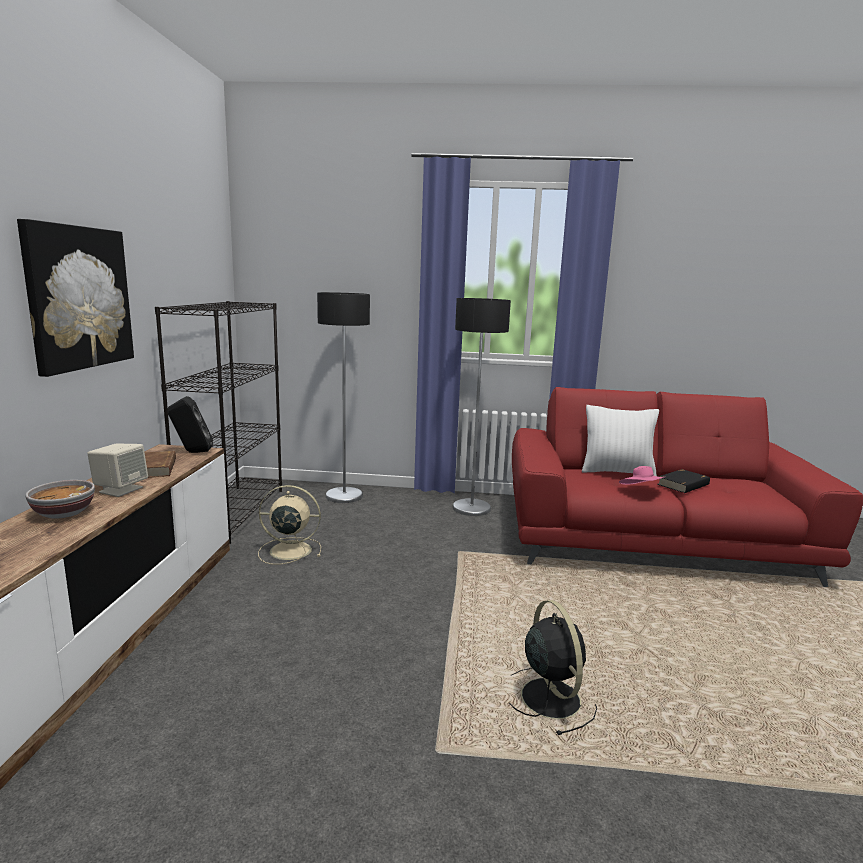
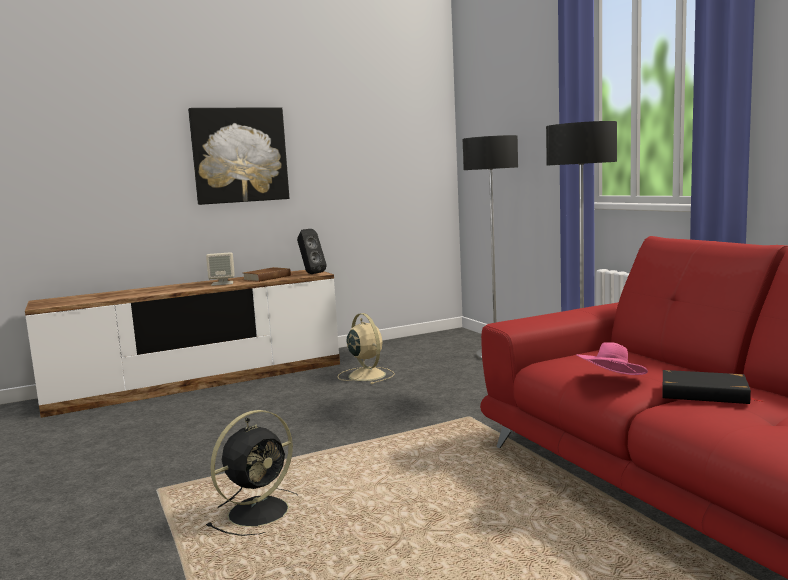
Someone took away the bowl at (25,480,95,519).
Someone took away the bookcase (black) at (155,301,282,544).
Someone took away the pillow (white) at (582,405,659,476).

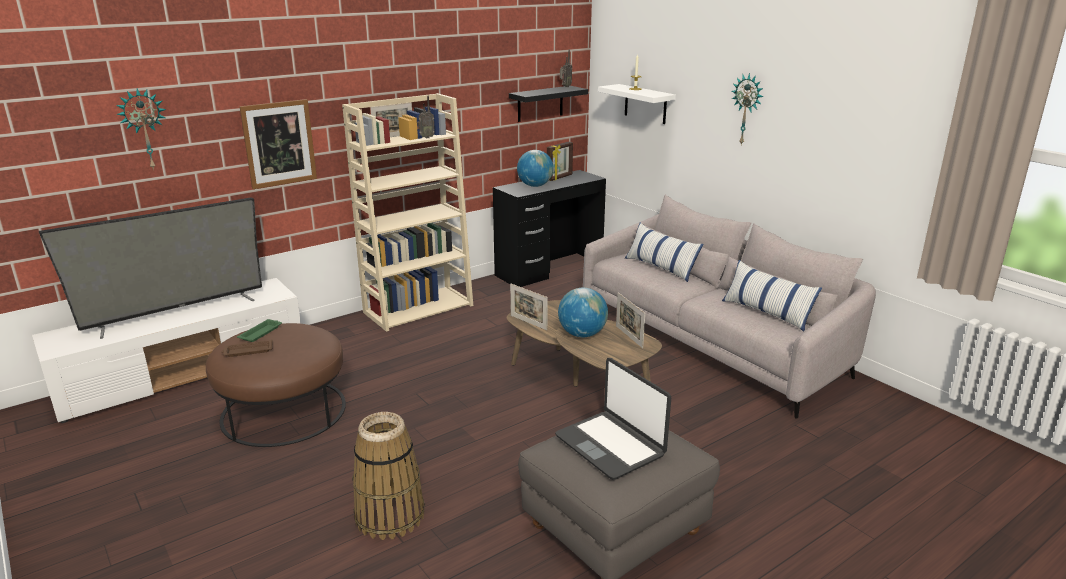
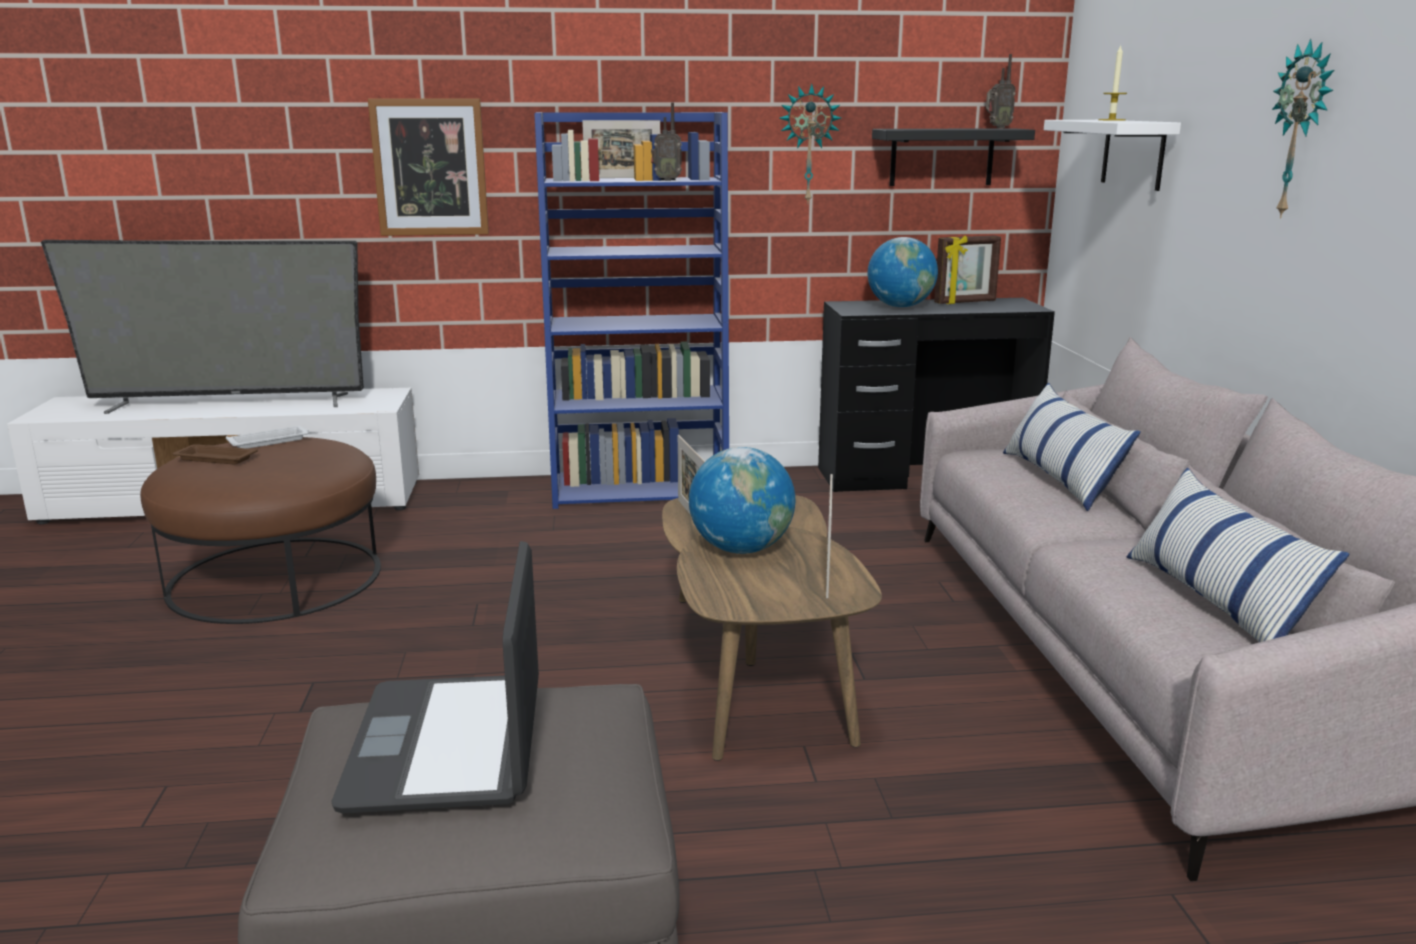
Someone repainted the tray (green) at (237,319,282,342), which became the tray (white) at (226,426,309,449).
Someone repainted the bookcase (beige) at (342,93,473,332), which became the bookcase (blue) at (534,112,729,509).
Someone carried the wall clock from (116,89,166,171) to (779,84,841,205).
Someone took away the basket at (352,412,425,540).

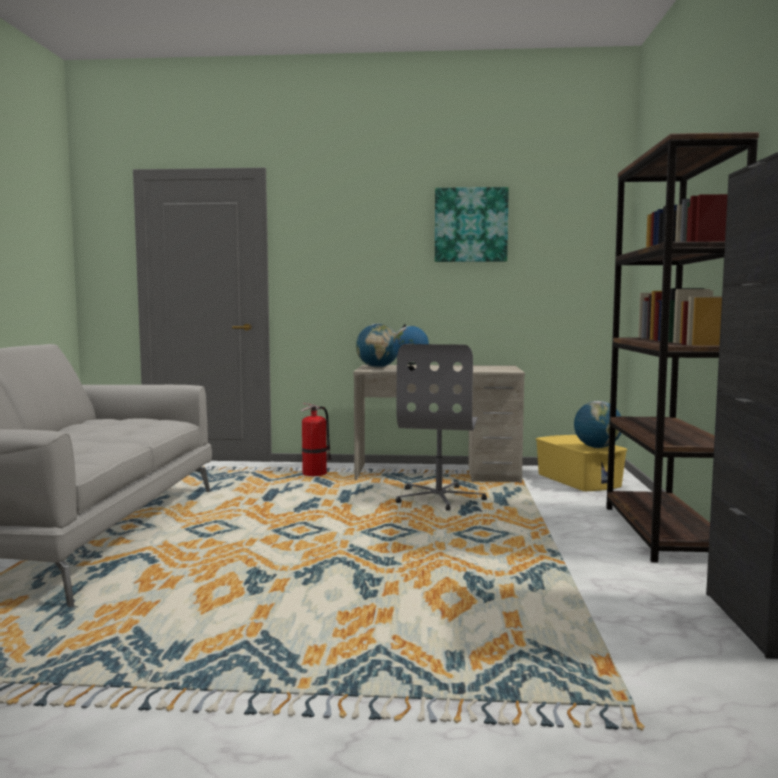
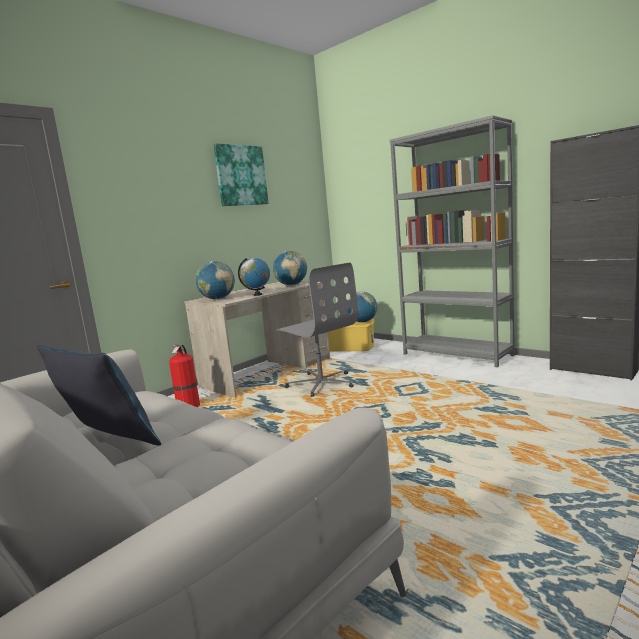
Someone put down the pillow (blue) at (37,345,161,446).
Someone put down the globe at (273,251,307,285).
Someone repainted the bookcase (brown) at (606,132,759,563), which became the bookcase (grey) at (390,115,515,367).

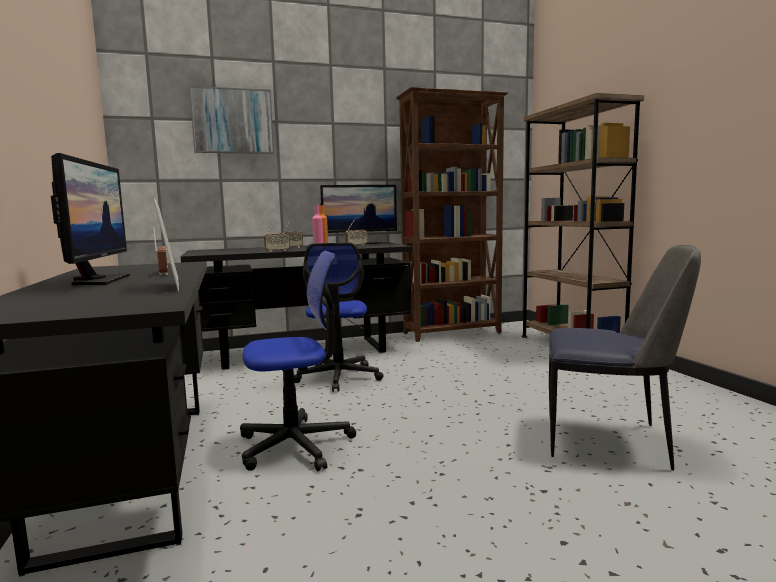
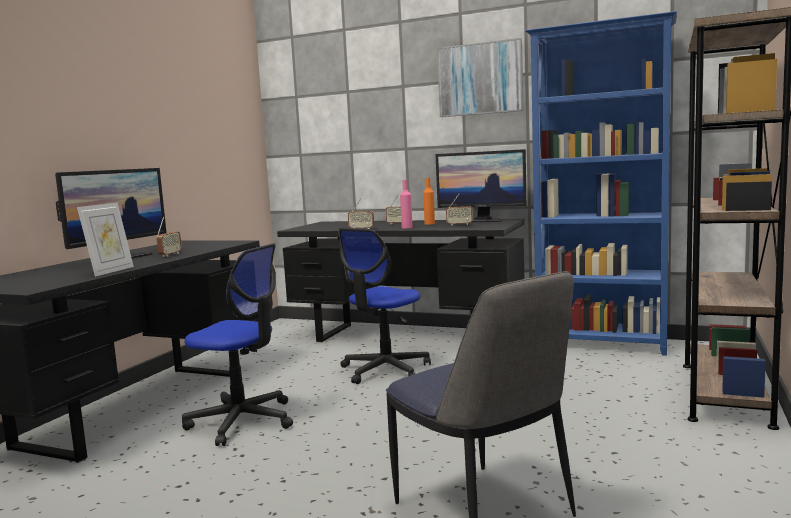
Someone carried the picture from (189,86,274,154) to (437,38,523,117).
Someone repainted the bookcase (brown) at (396,87,509,342), which became the bookcase (blue) at (525,11,677,356).

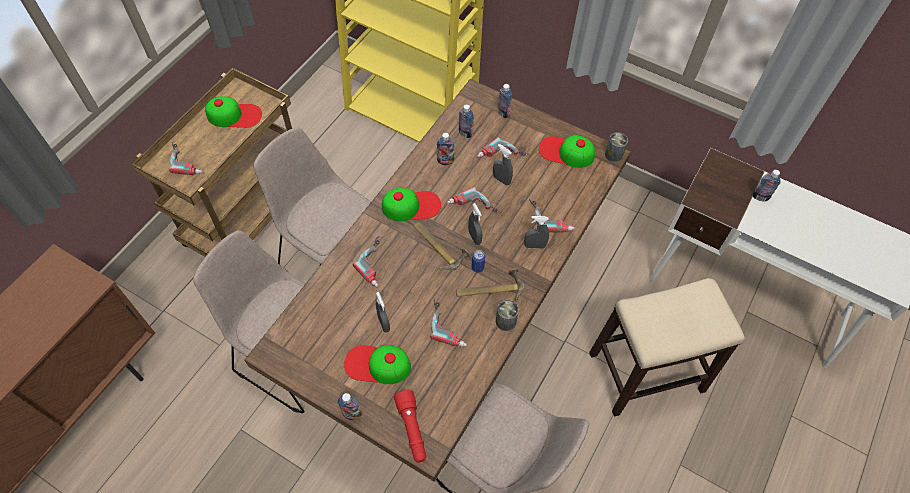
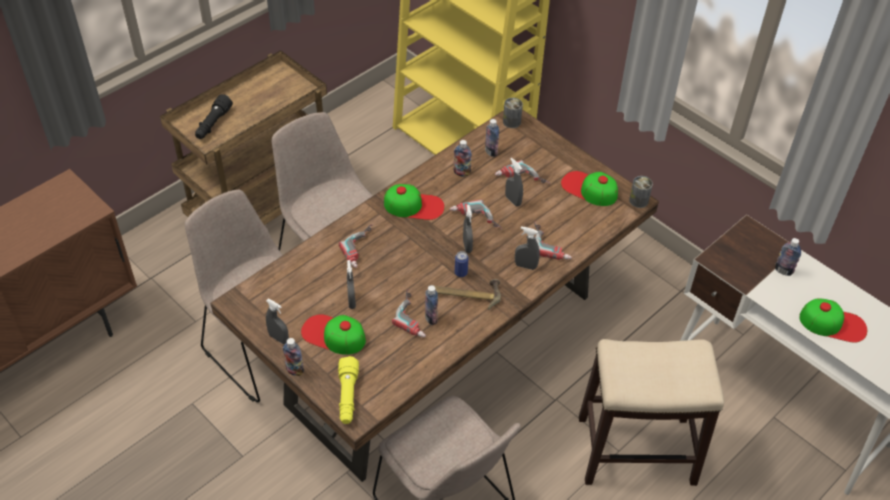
Someone swapped the power drill at (169,141,203,175) for the flashlight (black) at (195,95,233,139).
Someone put down the spray bottle (grey) at (266,299,289,344).
Someone repainted the flashlight (red) at (394,389,426,463), which became the flashlight (yellow) at (338,356,359,424).
Someone carried the bottle from (498,84,512,118) to (425,285,438,325).
Someone carried the can from (496,300,519,331) to (503,98,523,128).
Someone carried the cap from (205,96,262,128) to (799,298,867,343).
Someone took away the hammer at (414,222,470,270).

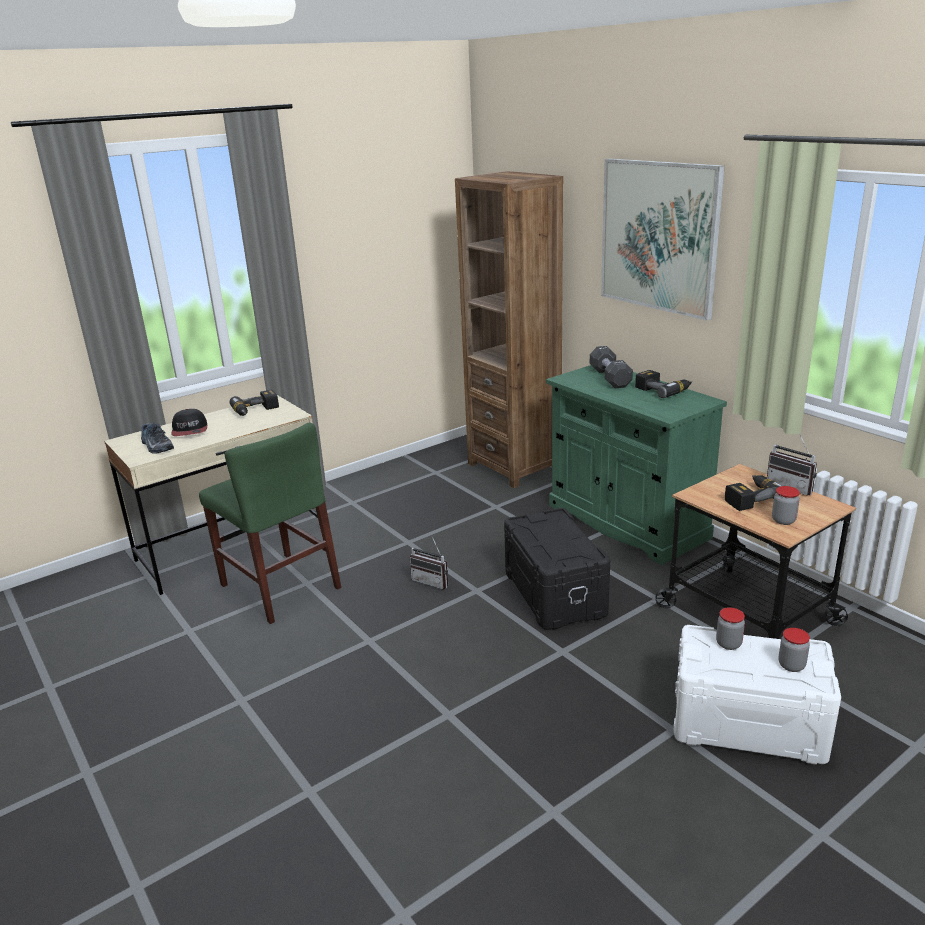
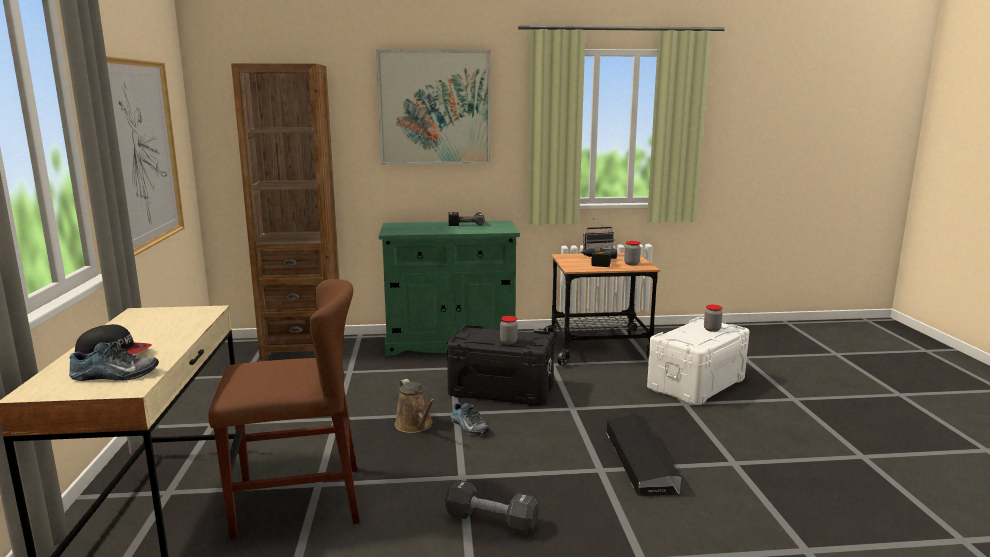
Someone put up the picture at (106,56,185,256).
Someone repainted the chair (green) at (199,422,341,624), which became the chair (brown) at (208,279,360,539).
Someone swapped the radio at (409,537,448,590) for the watering can (brown) at (395,379,435,433).
Someone carried the dumbbell (black) from (590,346,633,388) to (445,479,539,534).
Someone put down the shoe at (451,403,490,435).
Someone carried the jar from (716,607,745,650) to (500,316,518,344).
Someone put down the storage box (black) at (606,415,681,496).
Someone took away the power drill at (229,389,279,416).

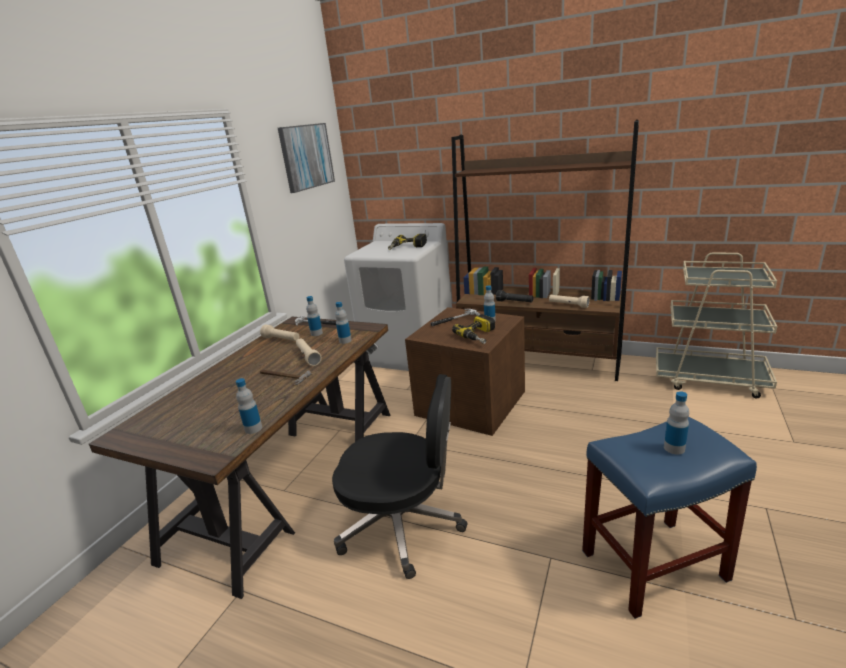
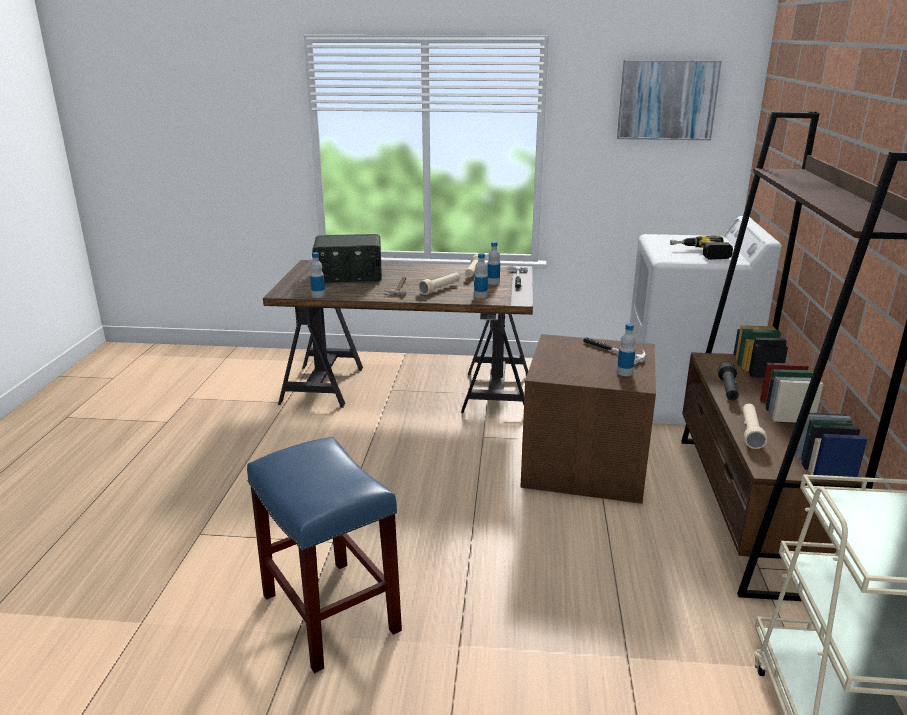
Someone put down the radio at (312,234,382,284).
Someone took away the office chair (black) at (332,374,468,579).
Someone took away the power drill at (452,314,495,344).
Someone took away the bottle at (664,391,689,455).

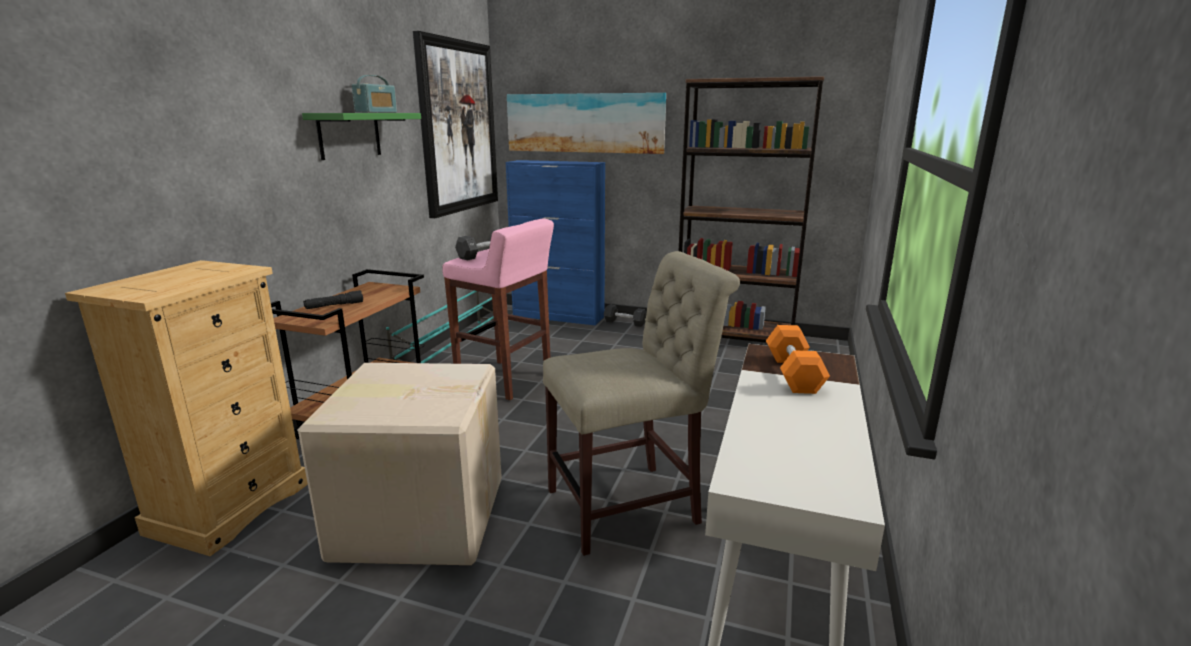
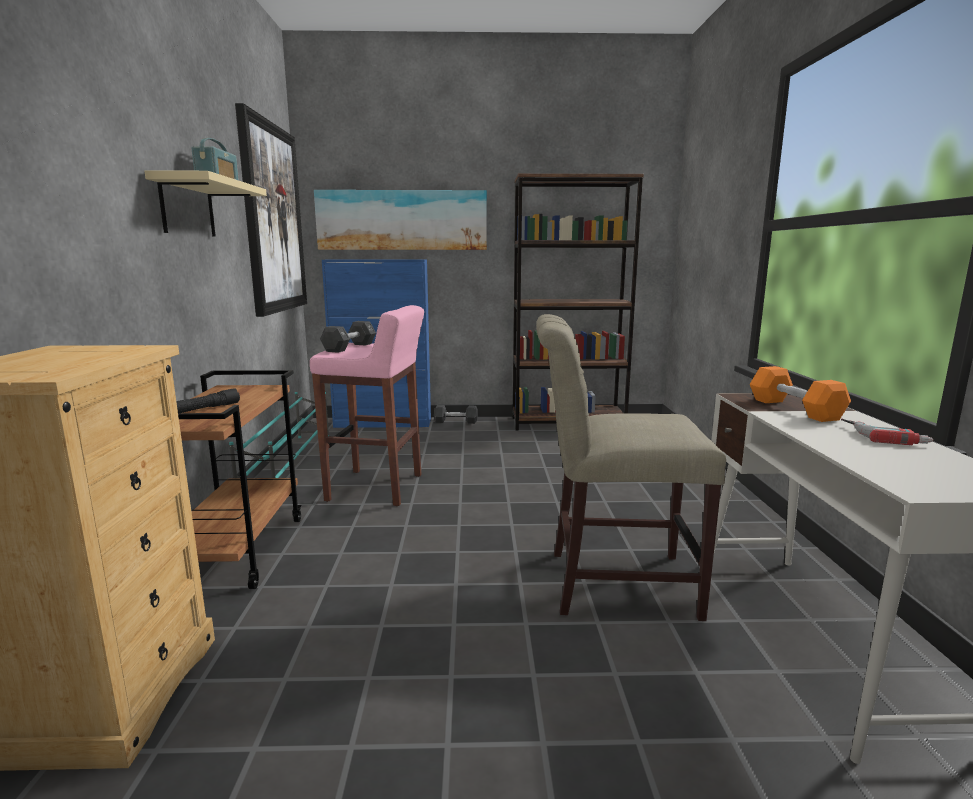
Someone repainted the shelf (green) at (302,113,421,160), which became the shelf (beige) at (145,170,267,237).
Someone rotated the chair (beige) at (543,251,740,556) by 135 degrees counterclockwise.
Someone put down the power drill at (841,419,933,445).
Someone took away the cardboard box at (298,363,502,565).

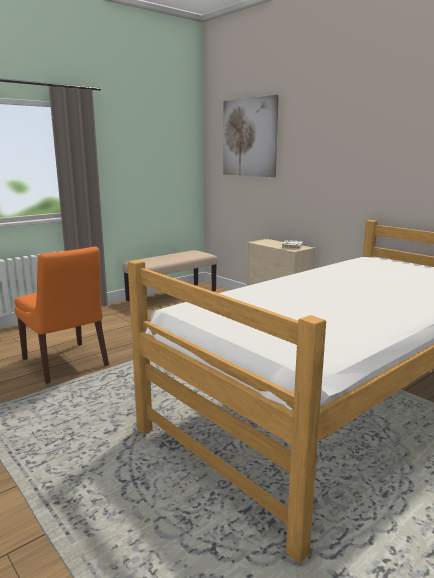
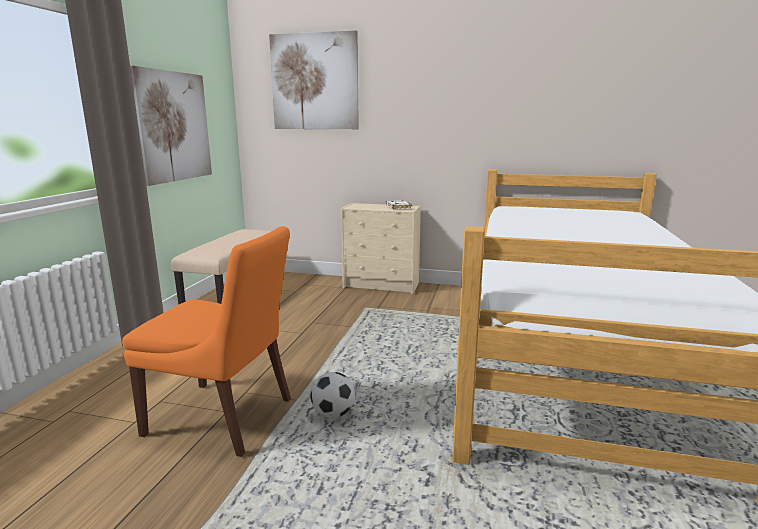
Someone put up the picture at (130,65,212,186).
Someone put down the football at (310,372,355,418).

